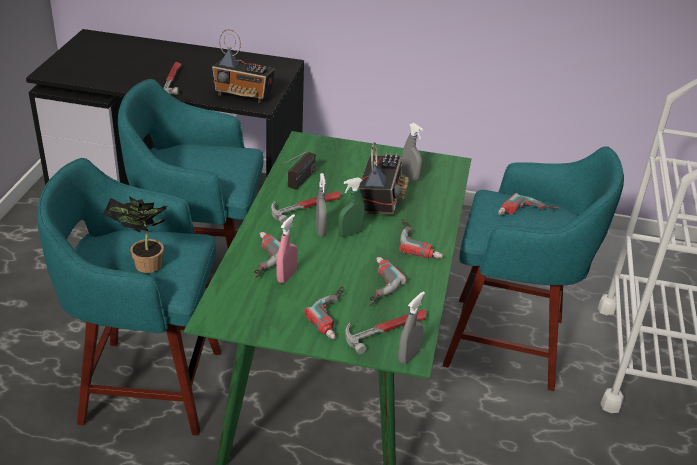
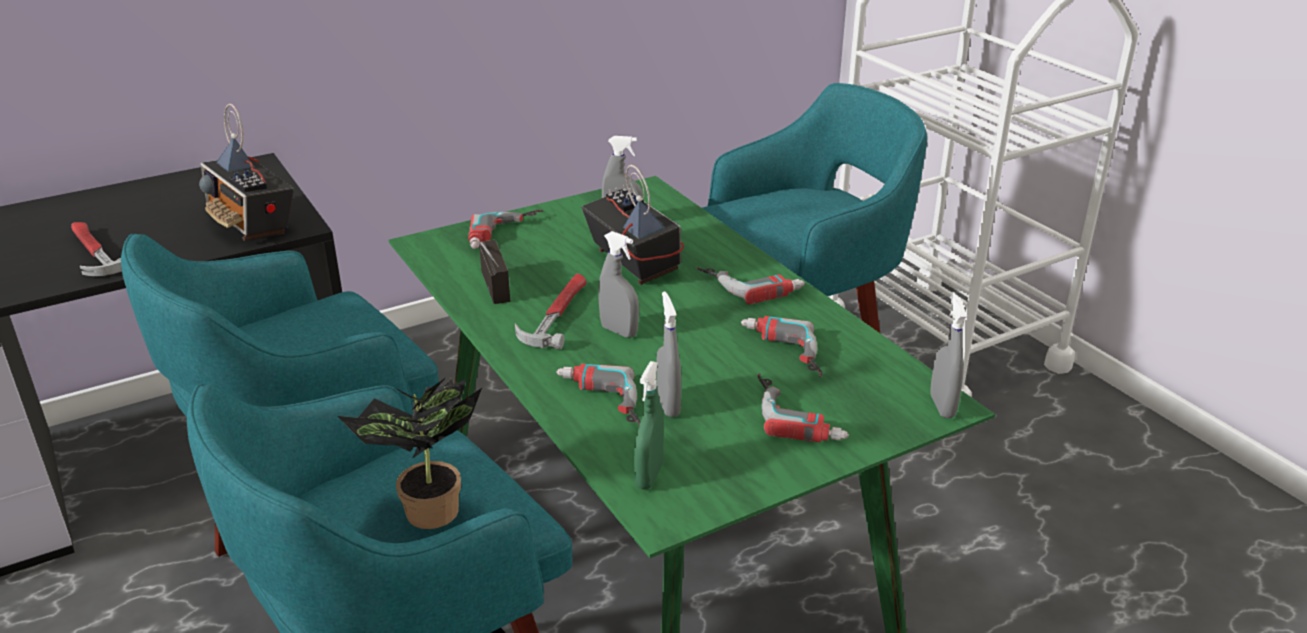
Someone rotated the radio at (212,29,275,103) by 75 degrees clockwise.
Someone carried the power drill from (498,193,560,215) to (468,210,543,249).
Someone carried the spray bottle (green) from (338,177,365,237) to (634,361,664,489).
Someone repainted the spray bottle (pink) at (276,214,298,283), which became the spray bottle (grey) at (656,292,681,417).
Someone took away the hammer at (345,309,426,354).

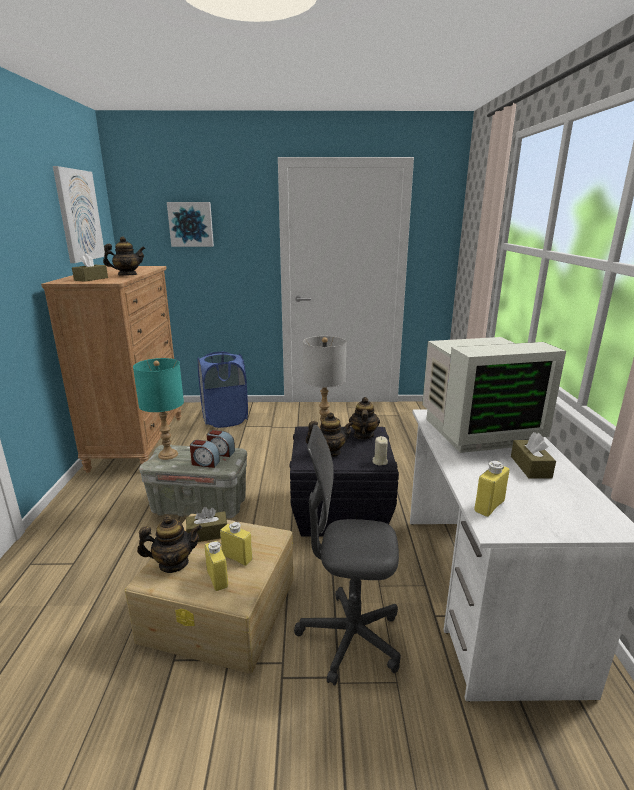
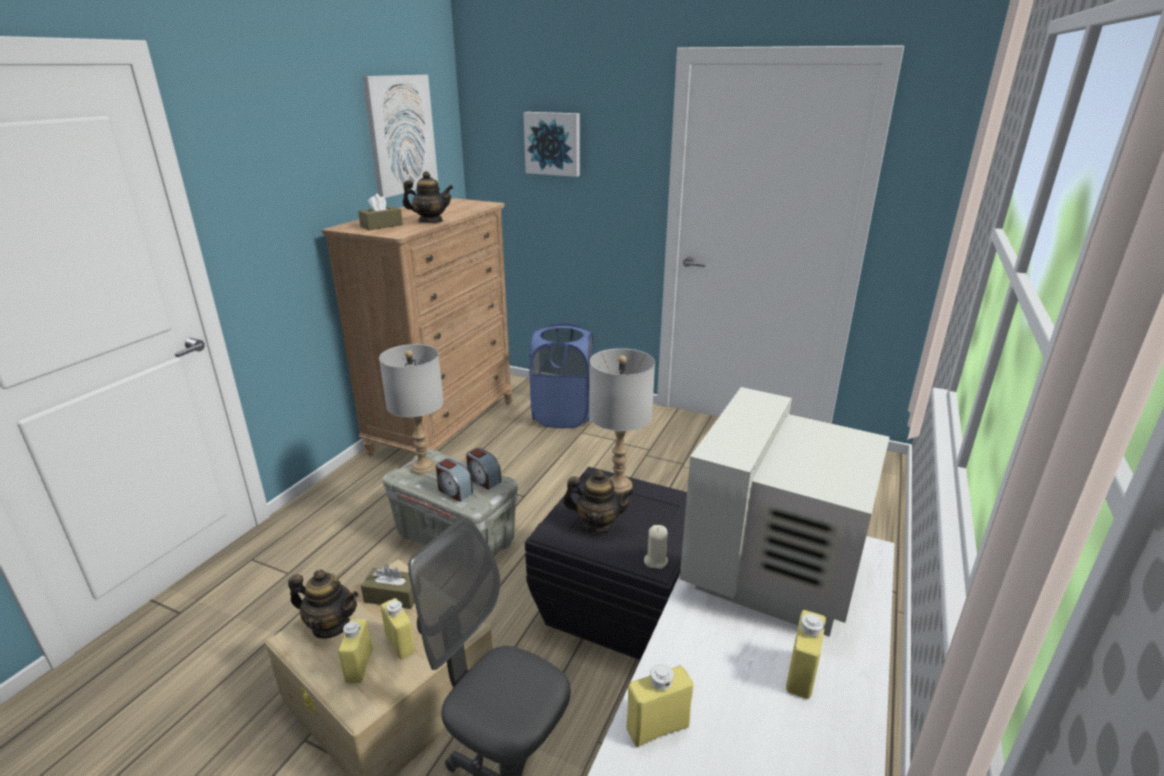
Someone repainted the table lamp (turquoise) at (133,358,184,460), which became the table lamp (grey) at (379,344,444,474).
Someone rotated the monitor at (422,337,566,453) by 105 degrees clockwise.
Someone swapped the tissue box (brown) at (511,432,556,479) for the bottle (yellow) at (786,610,826,699).
Someone took away the teapot at (349,397,380,439).

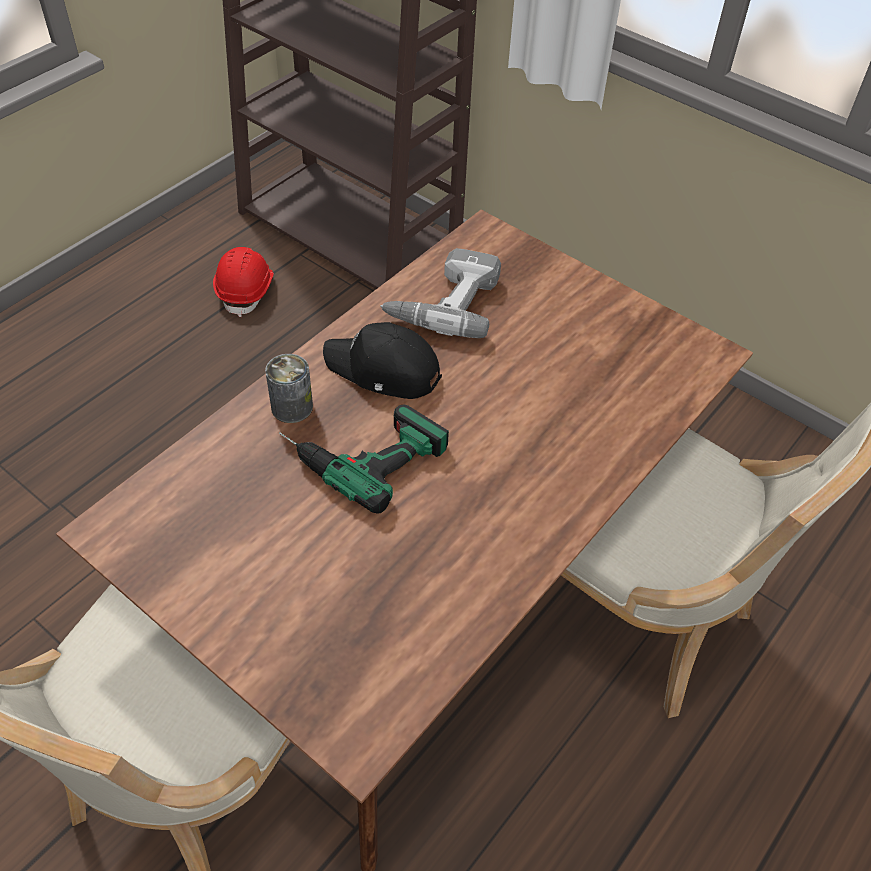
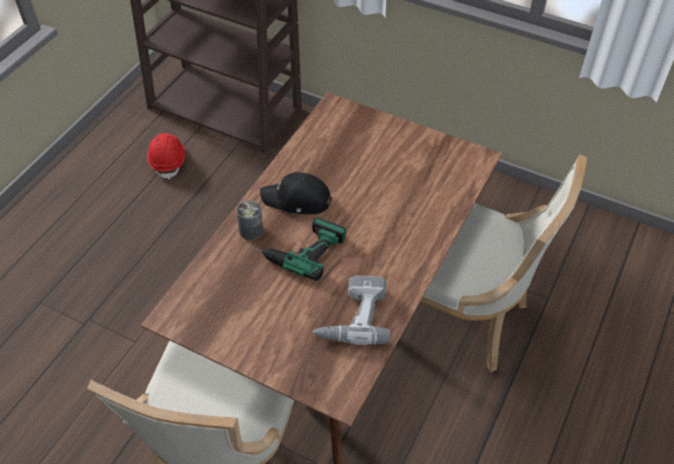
Someone carried the power drill from (380,248,501,338) to (313,276,391,345).

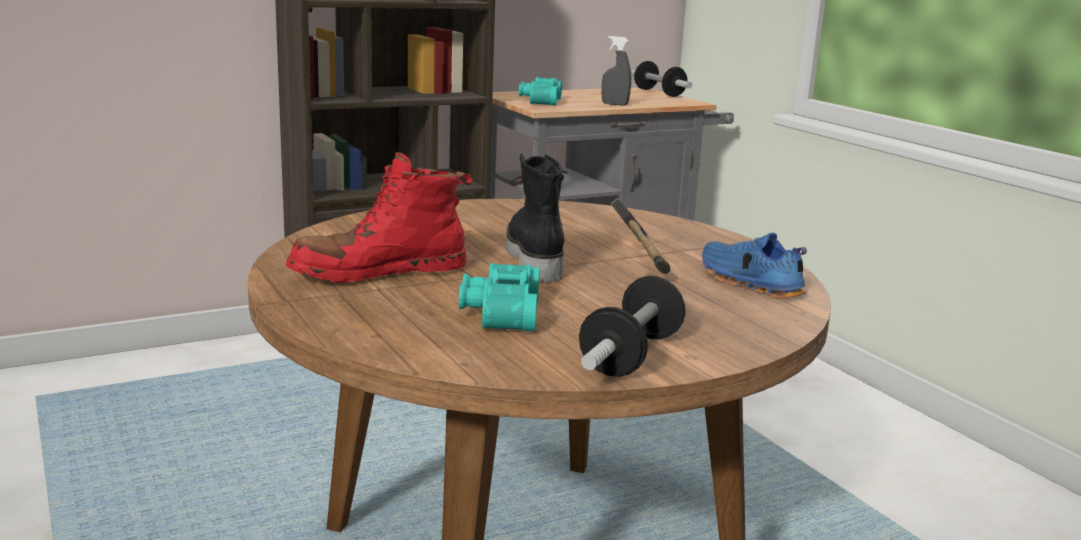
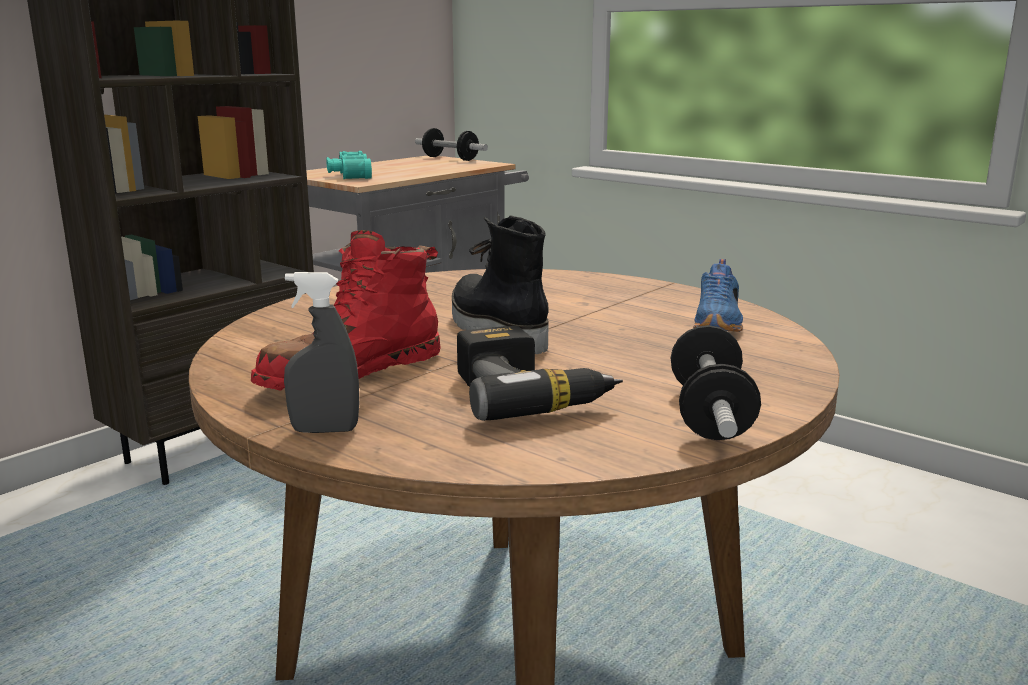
Someone carried the spray bottle (grey) from (602,36,631,106) to (284,272,359,433).
Someone swapped the binoculars (turquoise) at (459,263,540,332) for the power drill at (457,326,623,421).
Someone rotated the shoe (blue) at (702,233,807,299) by 105 degrees counterclockwise.
Someone took away the hammer at (610,198,670,274).

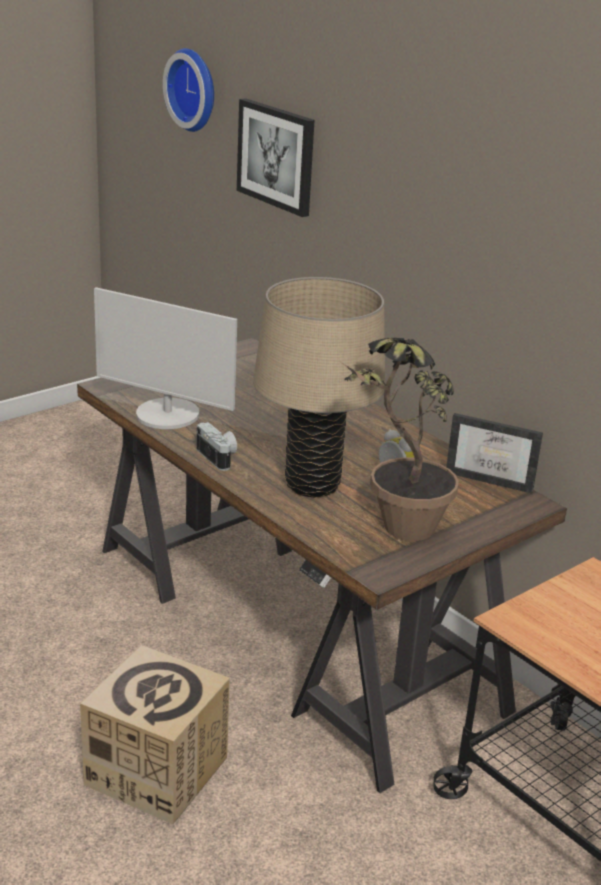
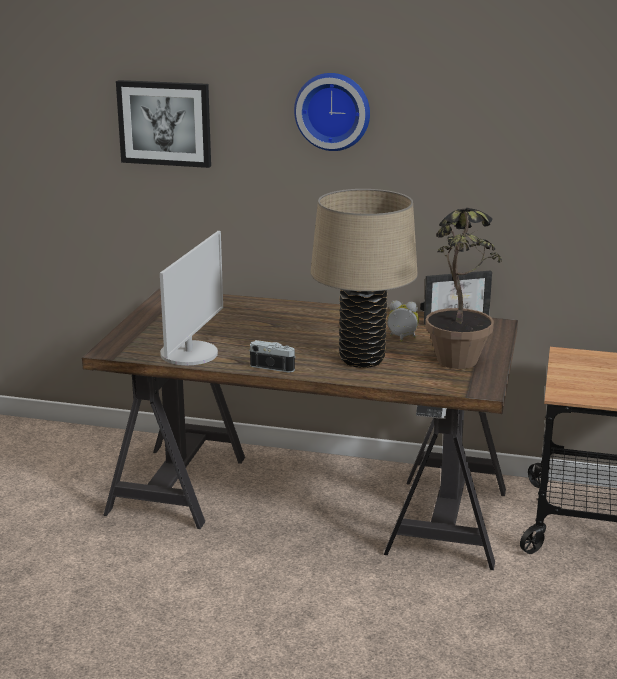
Someone rotated the monitor at (94,287,237,429) by 60 degrees counterclockwise.
Someone carried the wall clock from (163,48,214,132) to (294,73,370,151).
Someone took away the cardboard box at (80,645,230,824).

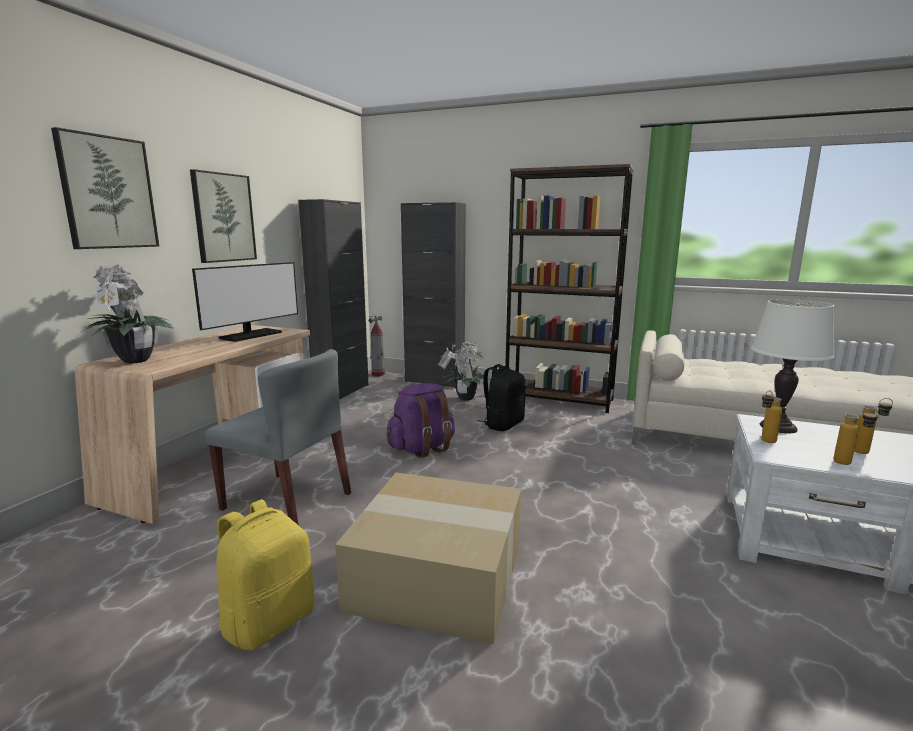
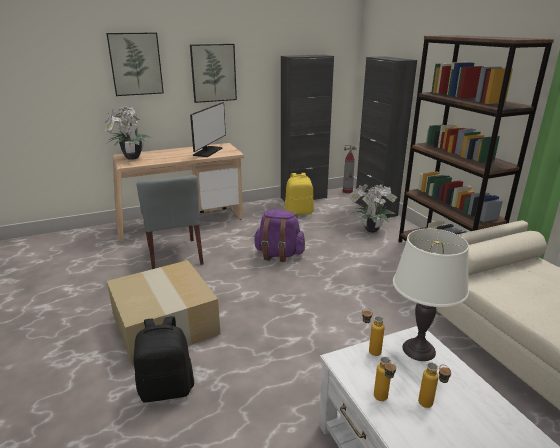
Someone carried the backpack (black) from (477,364,526,431) to (134,316,194,402).
Someone rotated the monitor at (192,262,298,342) by 60 degrees counterclockwise.
Someone carried the backpack (yellow) from (217,499,314,650) to (285,173,314,215).

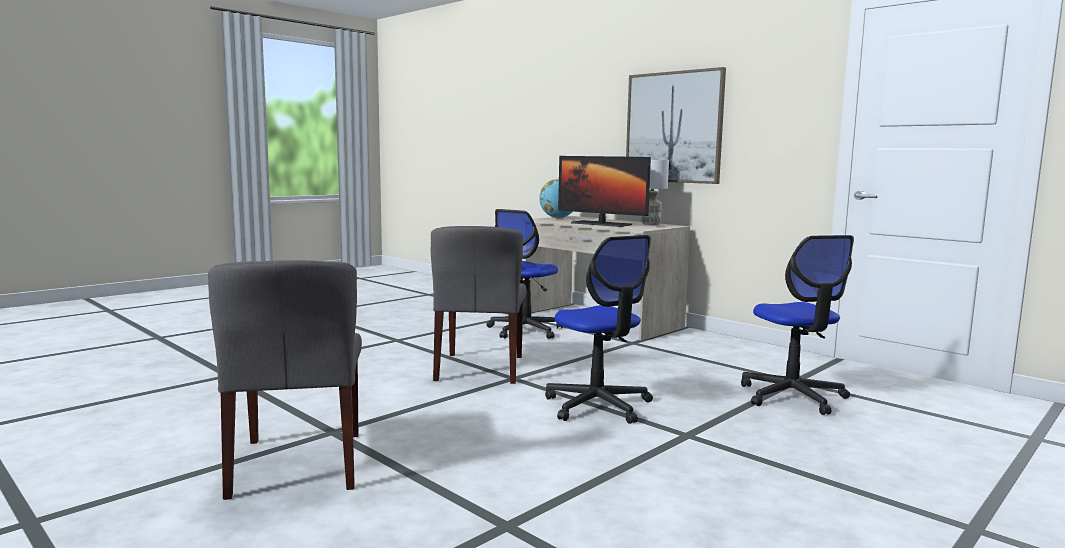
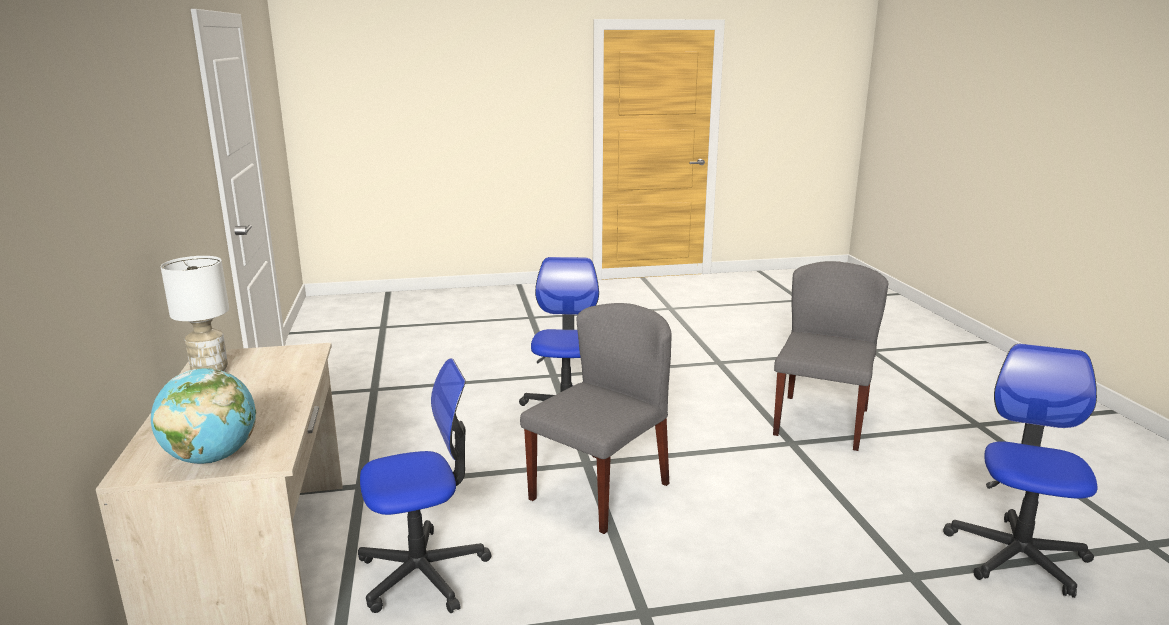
Someone carried the office chair from (741,235,854,415) to (943,344,1098,598).
Someone took away the monitor at (558,156,651,227).
Someone took away the picture at (626,67,726,184).

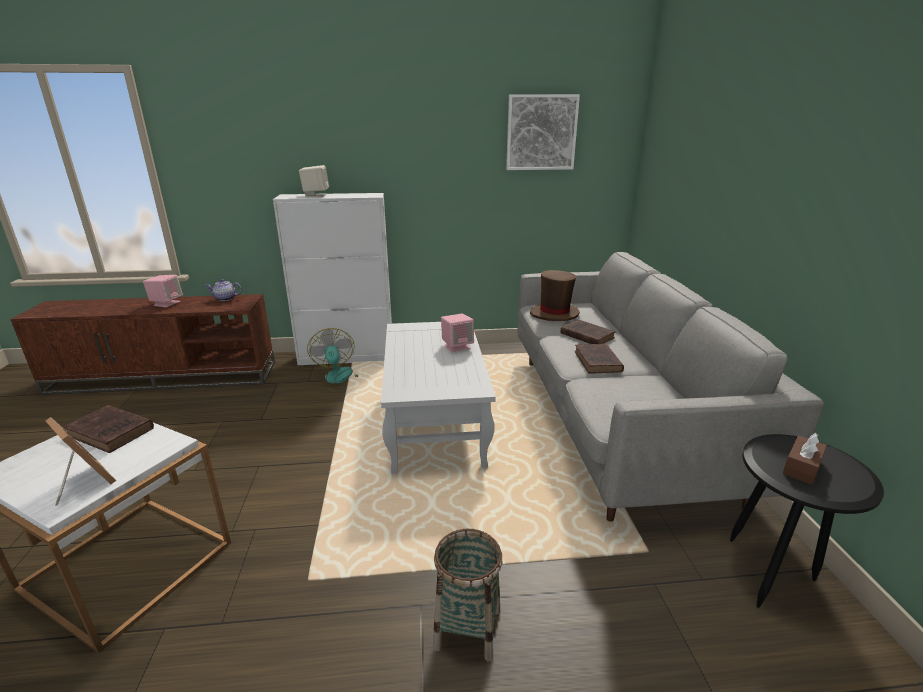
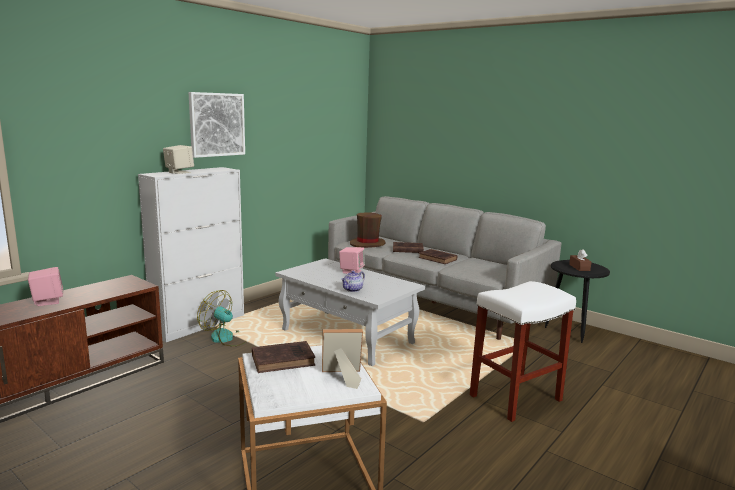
Someone carried the picture from (506,94,580,170) to (188,92,245,158).
Someone carried the teapot from (205,279,242,301) to (341,271,365,292).
Someone swapped the basket at (433,529,502,662) for the stool (white) at (470,281,576,422).

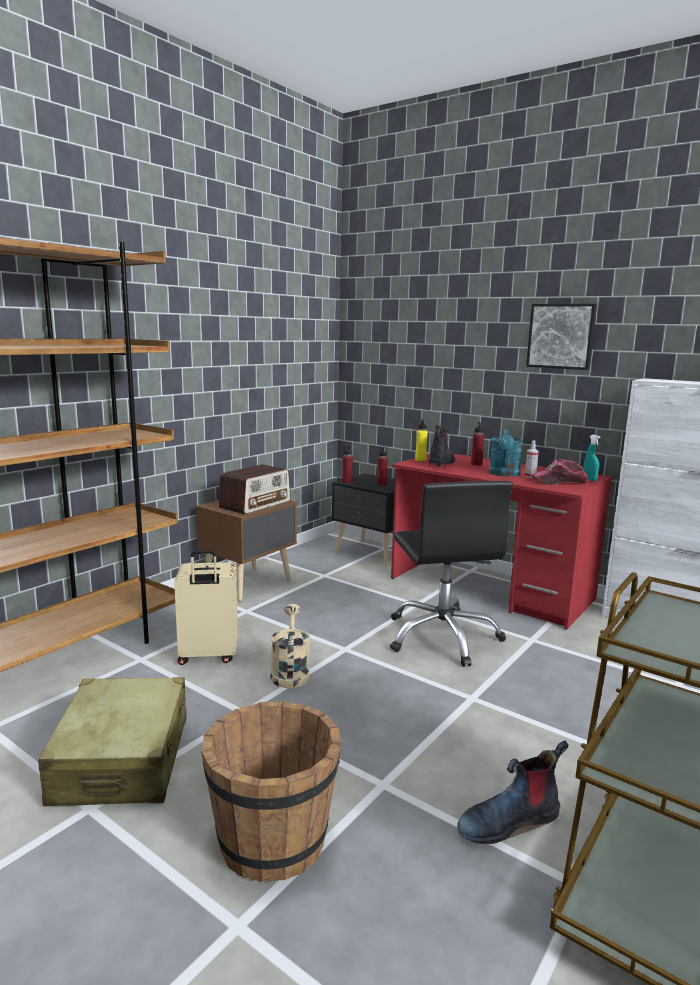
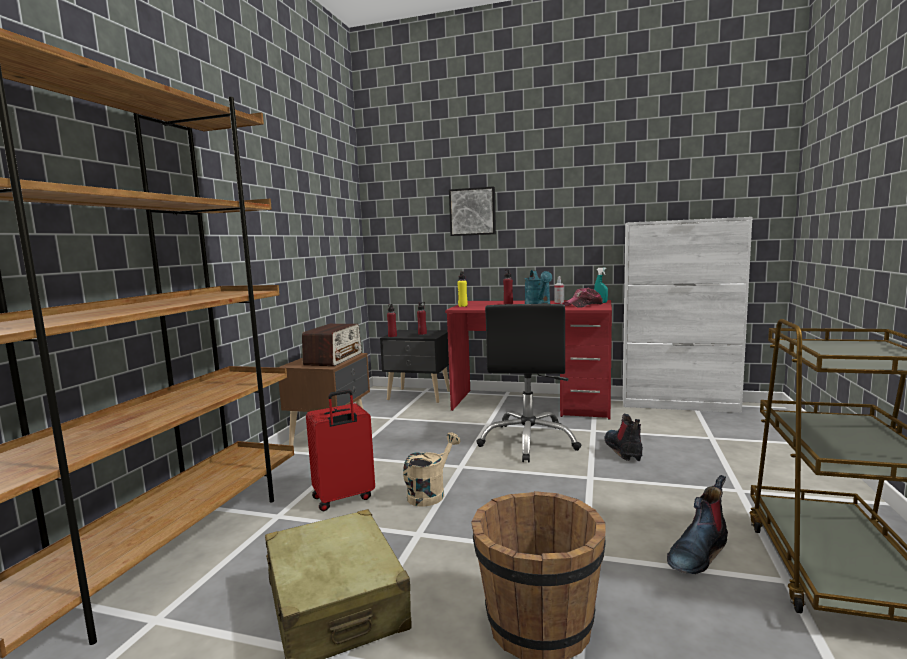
Someone repainted the suitcase (beige) at (174,550,238,665), which became the suitcase (red) at (306,390,375,511).
Someone rotated the watering can (beige) at (270,604,310,688) by 60 degrees clockwise.
Someone carried the picture from (526,304,597,370) to (449,186,496,236).
Someone rotated the office chair (black) at (390,481,513,667) by 45 degrees clockwise.
Someone carried the boot from (429,425,455,467) to (604,414,643,461).

